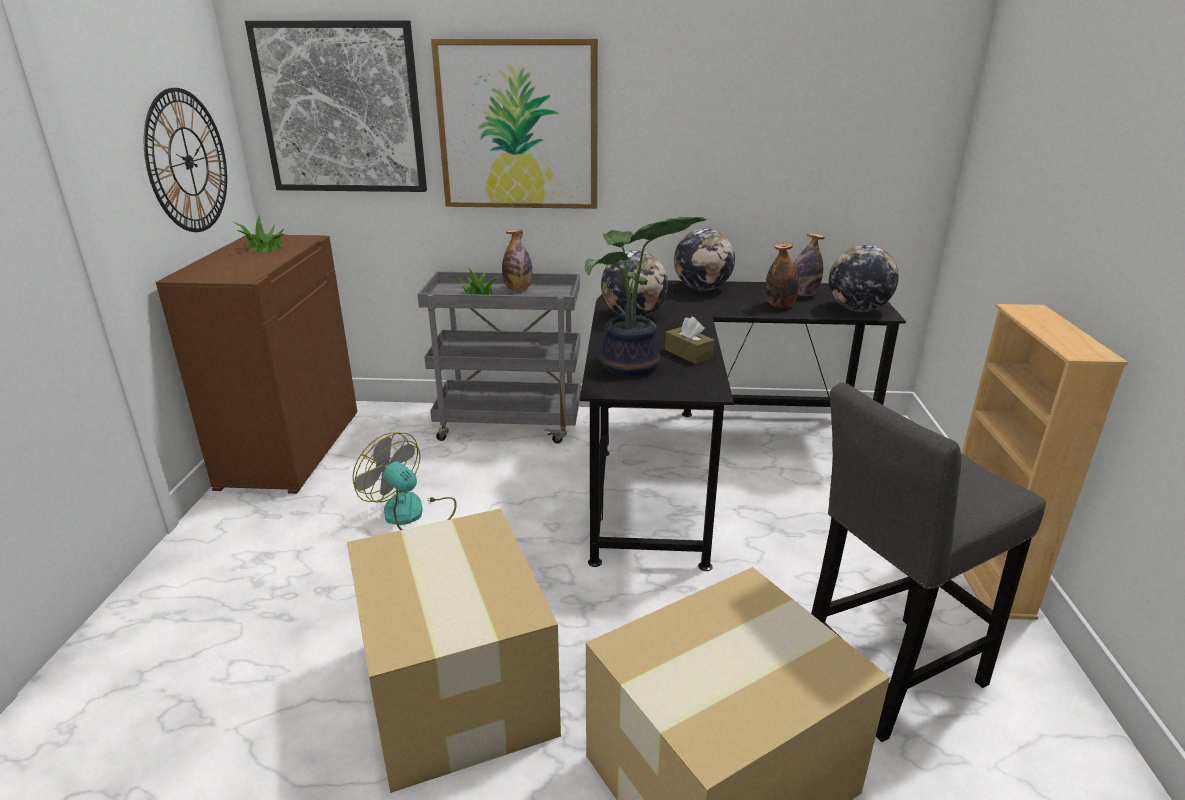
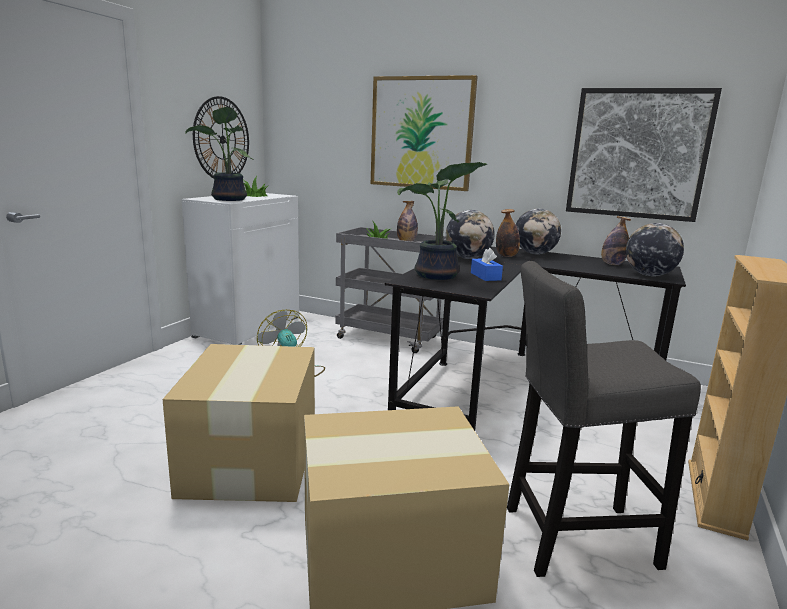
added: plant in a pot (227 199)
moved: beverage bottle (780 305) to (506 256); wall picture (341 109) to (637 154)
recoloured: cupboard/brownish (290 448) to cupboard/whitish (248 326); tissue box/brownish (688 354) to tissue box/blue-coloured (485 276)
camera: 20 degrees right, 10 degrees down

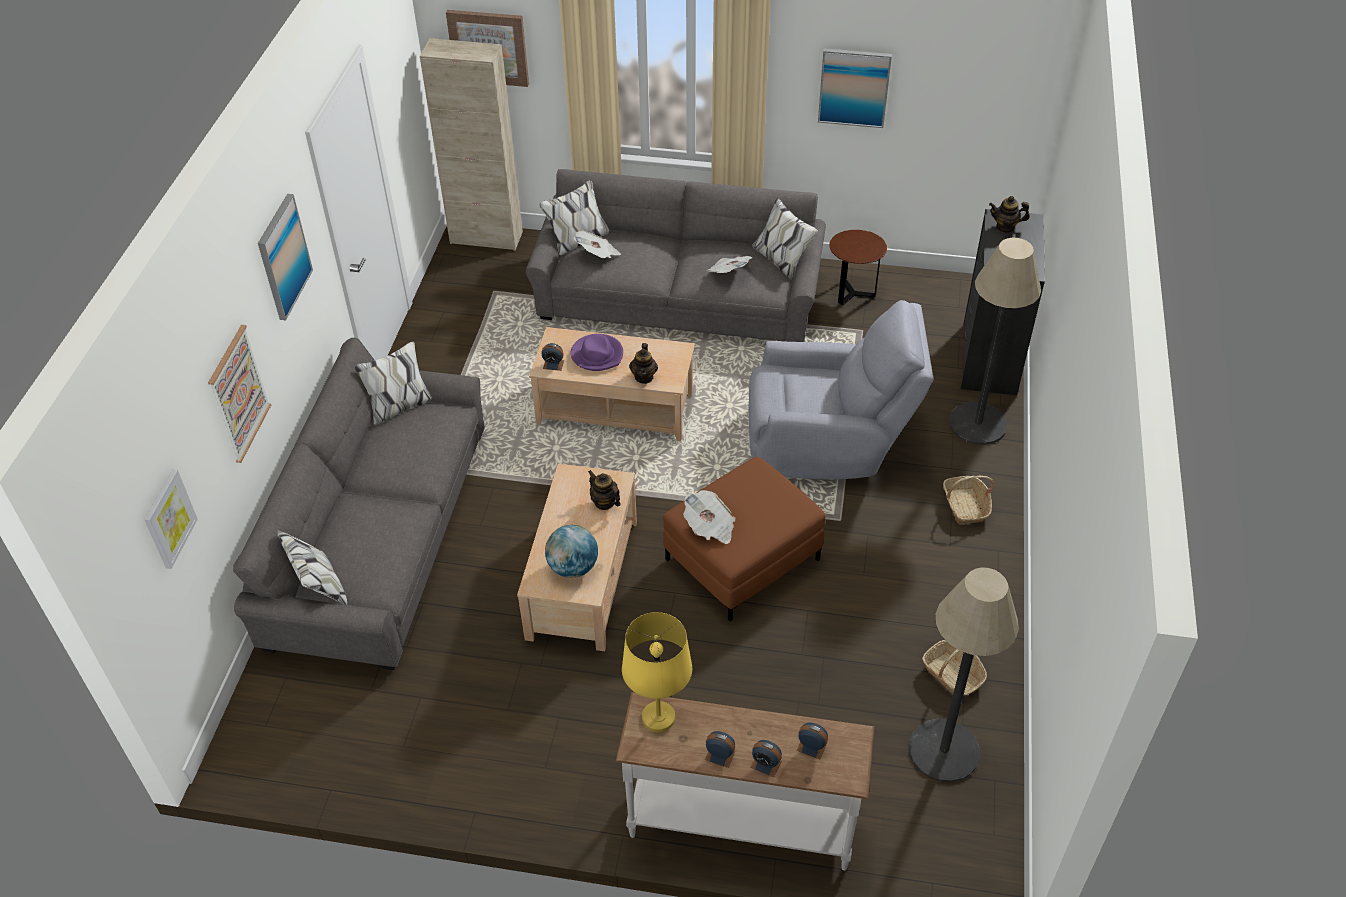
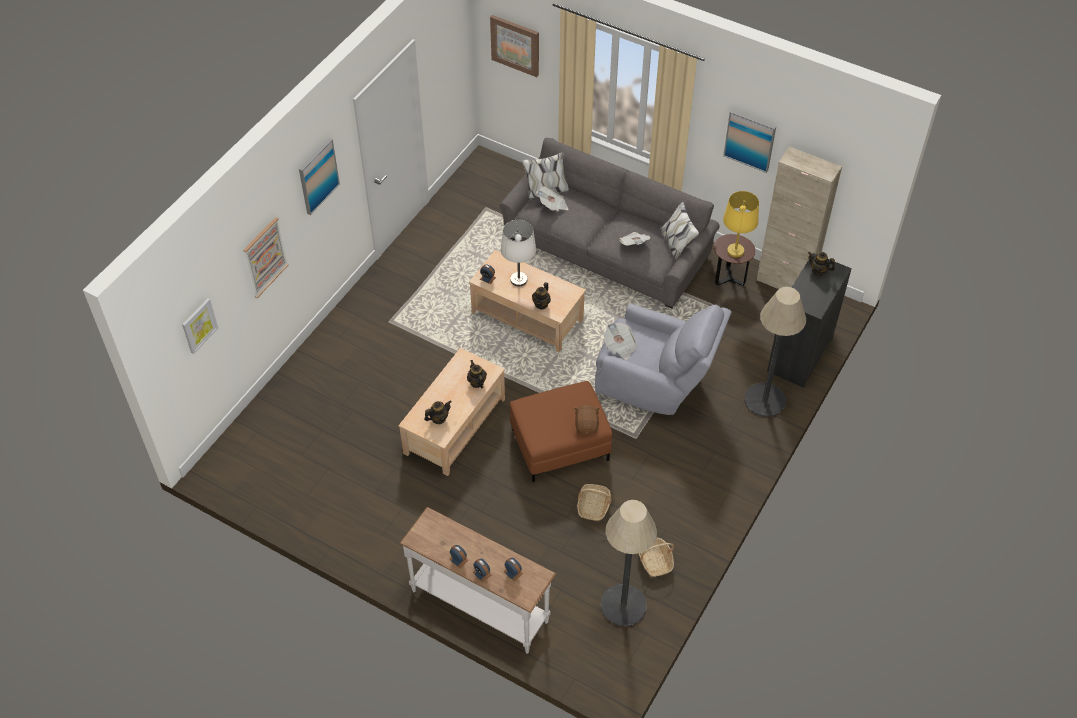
removed: settee/greyish (379 536)
added: cuddly toy/brownish (587 425)
moved: household basket (965 506) to (593 506); printed paper (710 527) to (619 346); lamp for a table/yellow (658 718) to (735 251); cupboard/sand-coloured (486 238) to (784 282)
replaced: globe (573 567) to pot for tea (438 418); wearable hat/purple (597 355) to lamp for a table/whitish (518 279)
camera: 20 degrees right, 5 degrees up

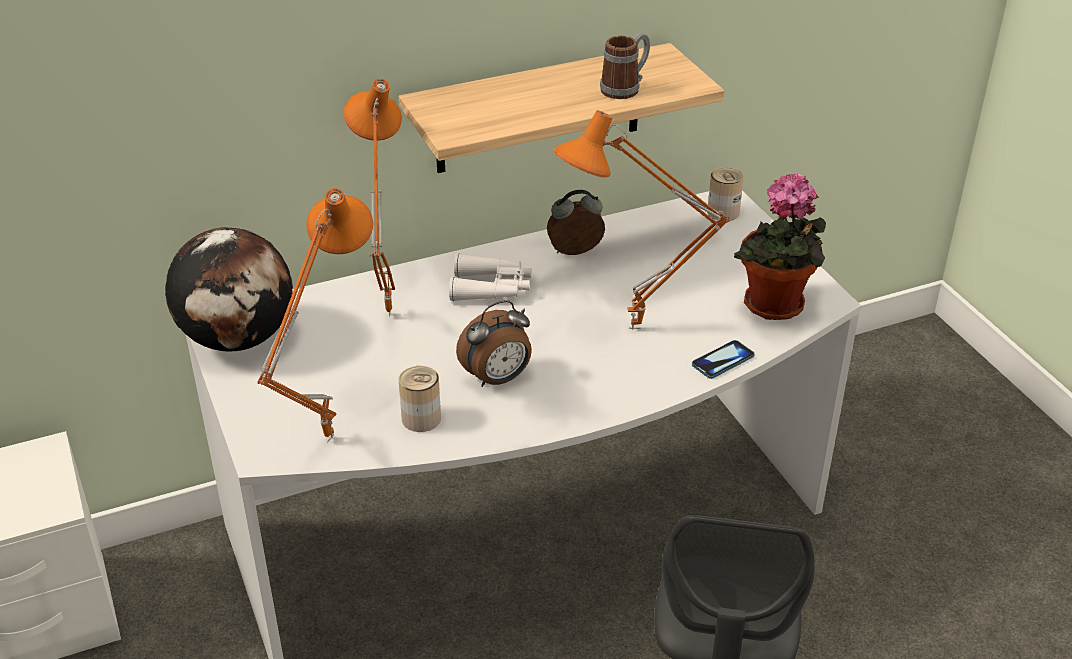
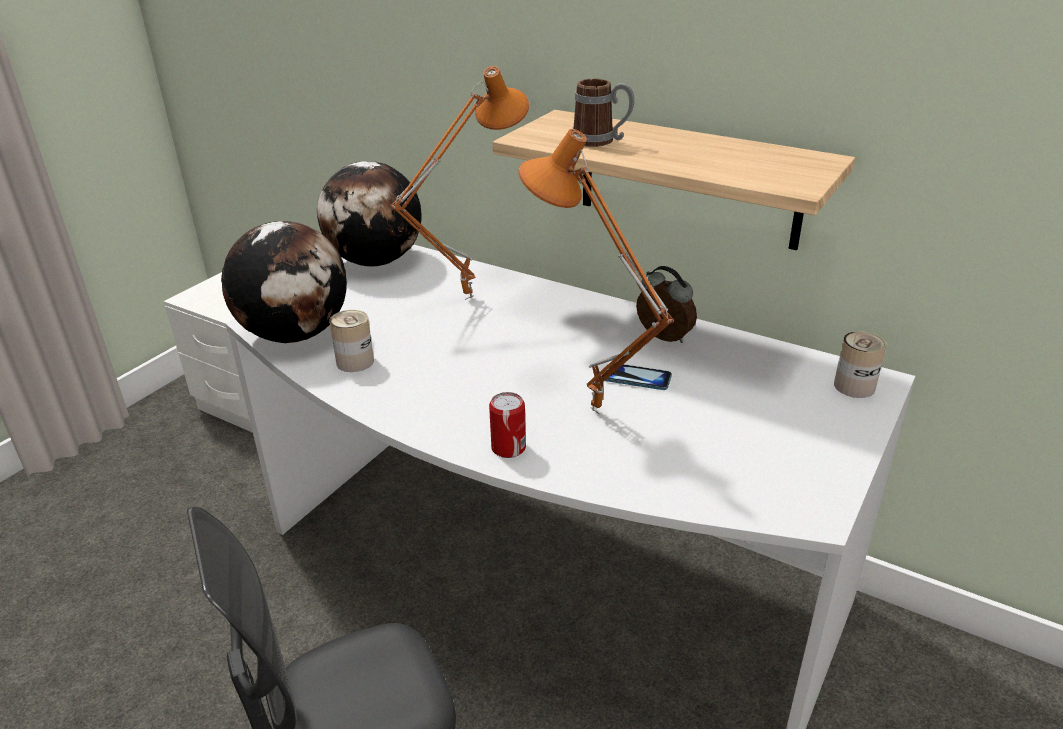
removed: field glasses/whitish (491 288); alarm clock (498 379); plant in a pot (774 308)
added: sealed can (508 448)
moved: mug (625 88) to (601 141); telephone (722 361) to (637 378)
replaced: lamp for a table/orange-coloured (326 437) to globe (296 334)
camera: 55 degrees right, 5 degrees down

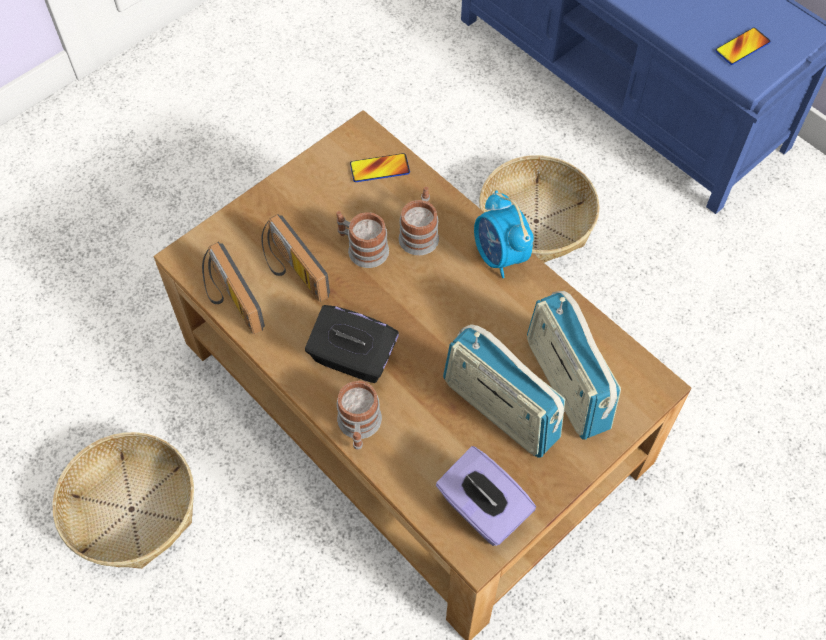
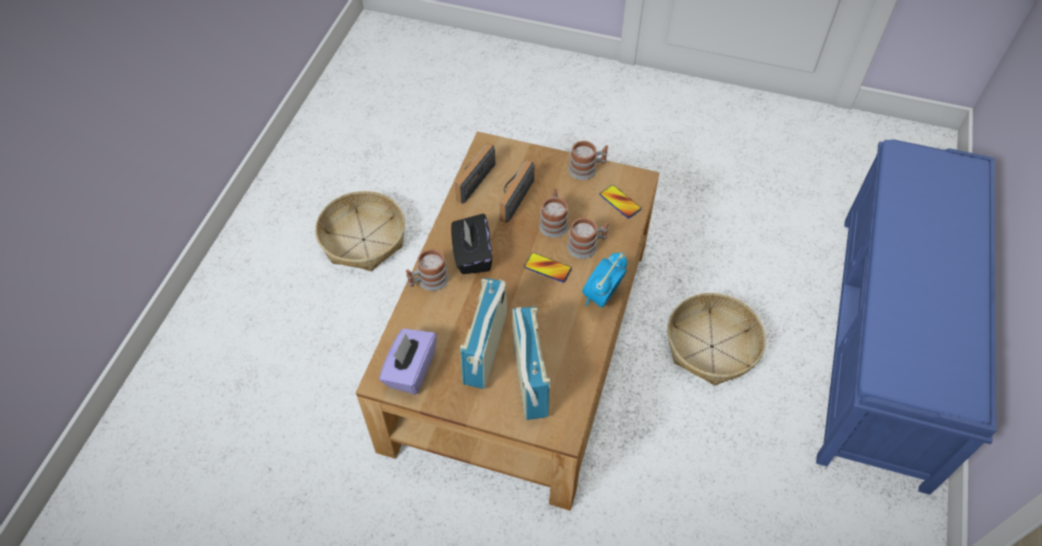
added: mug (587 169)
moved: telephone (742 47) to (547 268)
turned: radio set (566 384) = (529 378) 135 degrees clockwise
camera: 60 degrees right, 5 degrees down

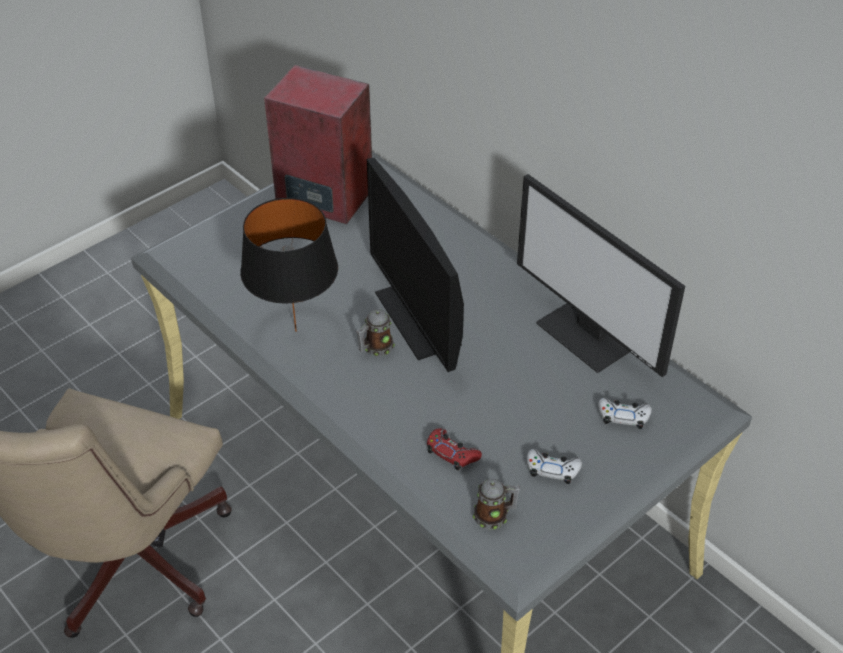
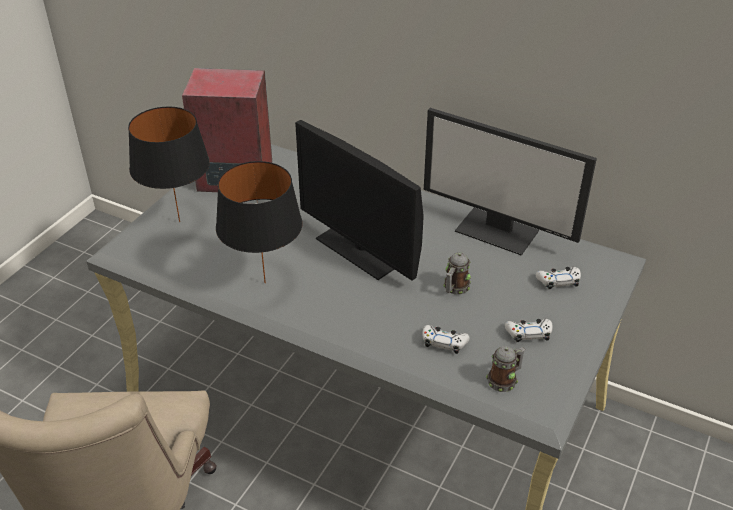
added: lamp for a table/black-coloured (179 222)
moved: mug (375 348) to (455 288)
recoloured: joypad/red (452 453) to joypad/whitish (444 342)
camera: 20 degrees left, 5 degrees down

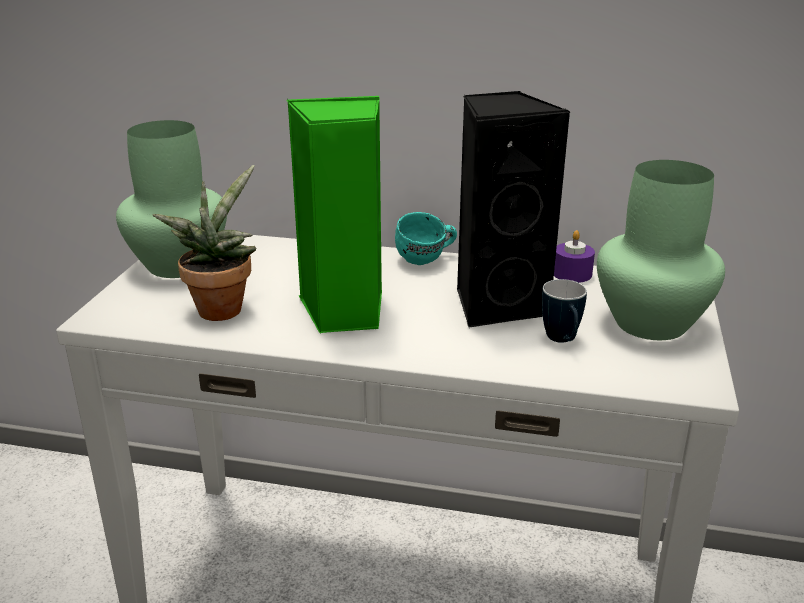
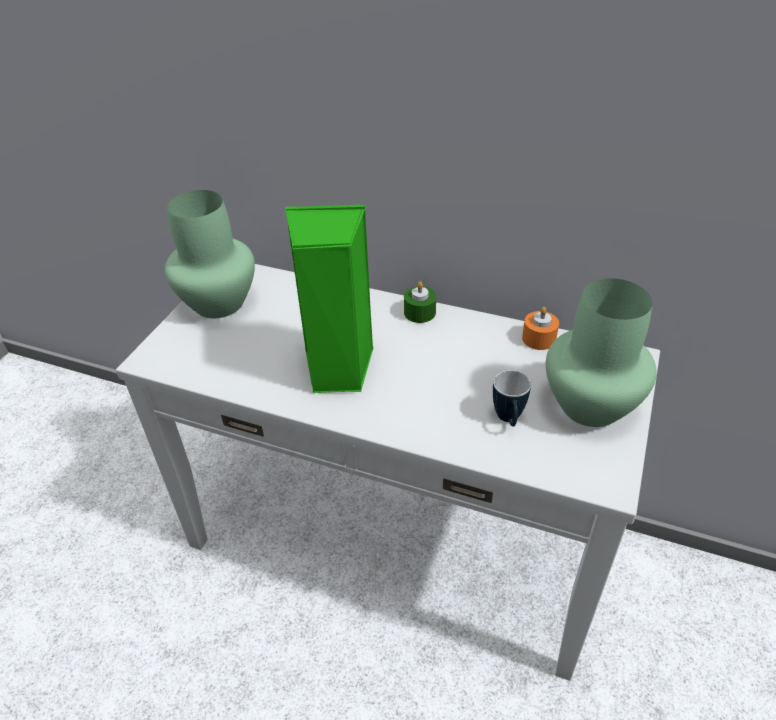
removed: plant in a pot (220 307); speaker/black-coloured (497 305)
replaced: mug/blue-green (427 260) to wax candle/green (419 312)
recoloured: wax candle/purple (572 274) to wax candle/orange-coloured (539 338)
camera: 10 degrees right, 15 degrees up

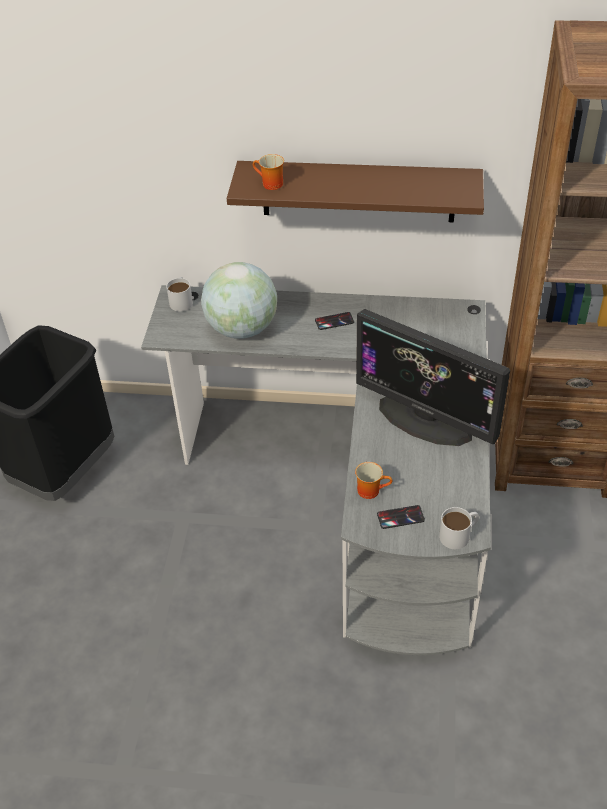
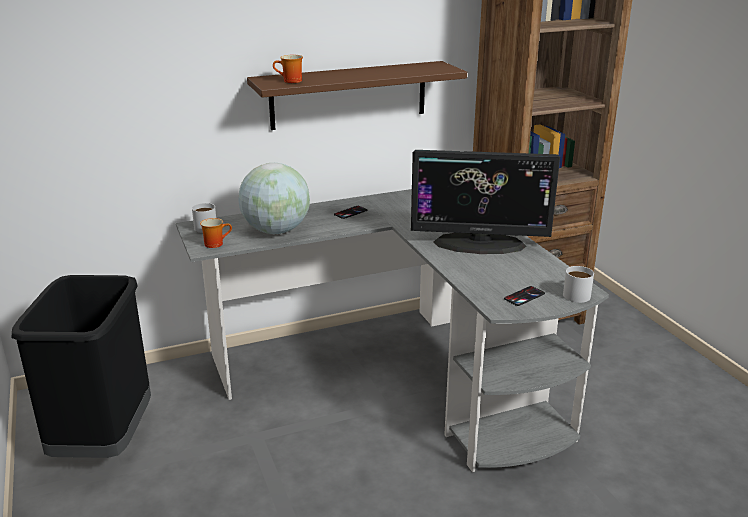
moved: mug (371 489) to (215 243)
camera: 30 degrees left, 20 degrees down

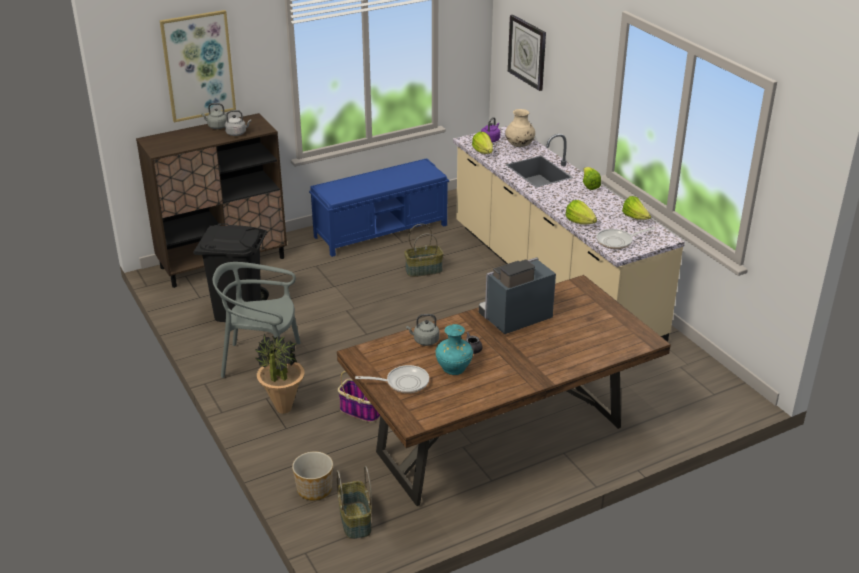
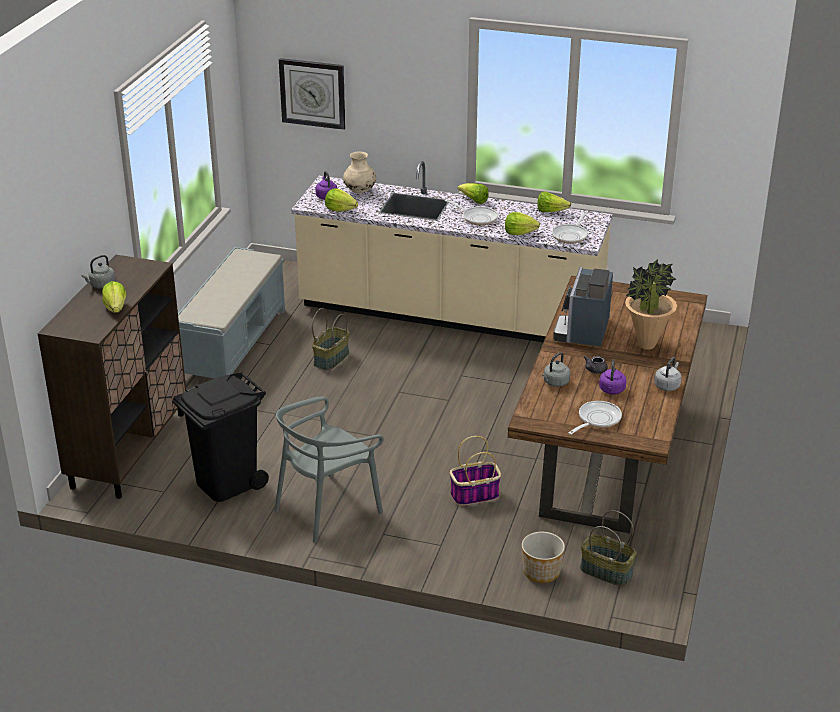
removed: wall picture (198 66)
added: lettuce head (116 308); pan (477 218)
moved: plant in a pot (283 408) to (646 345); water kettle/greyish (237 133) to (667 385)
replaced: vase/blue-green (454 369) to water kettle/purple (611 390)
recoloured: bench/blue-coloured (381 231) to bench/greyish (234 344)
camera: 45 degrees left, 0 degrees up

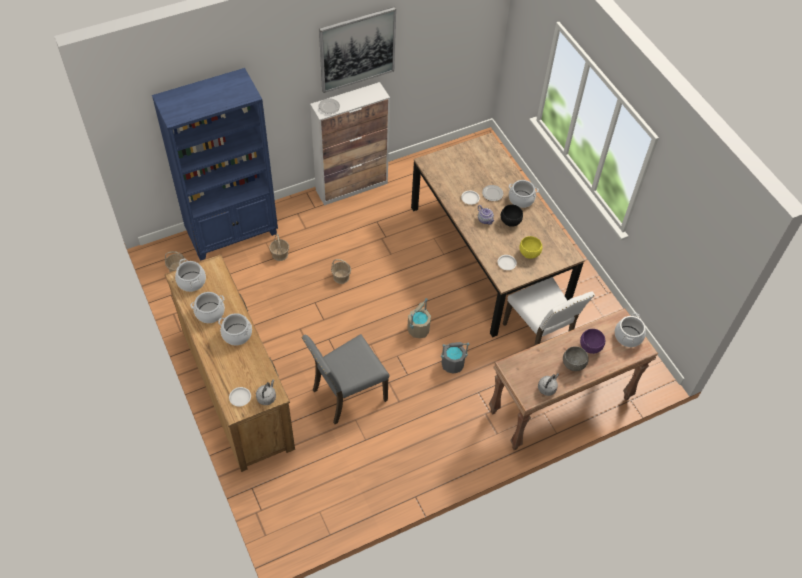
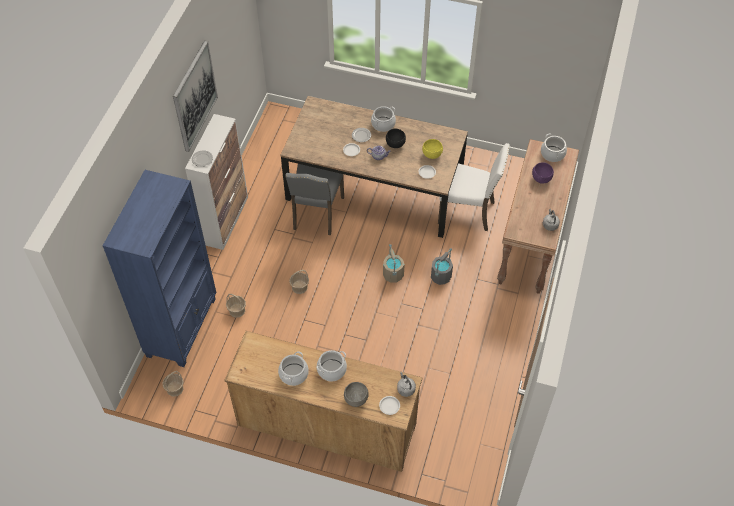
removed: cooking pot (191 281)
moved: chair/greyish (347 394) to (316 214); bowl/greyish (573 364) to (356 399)
camera: 45 degrees left, 0 degrees up

